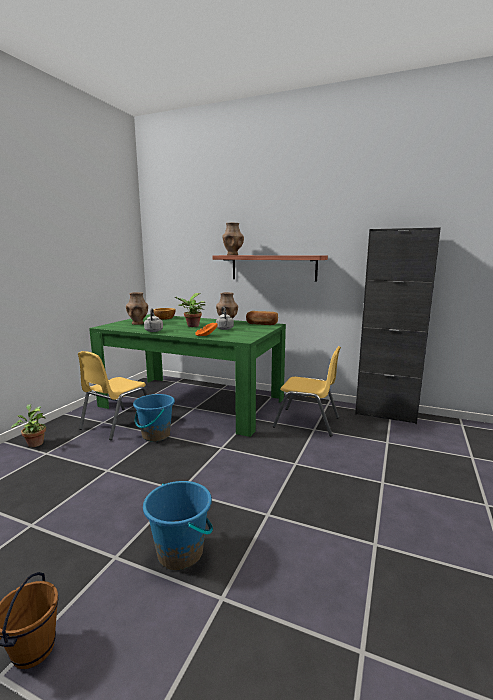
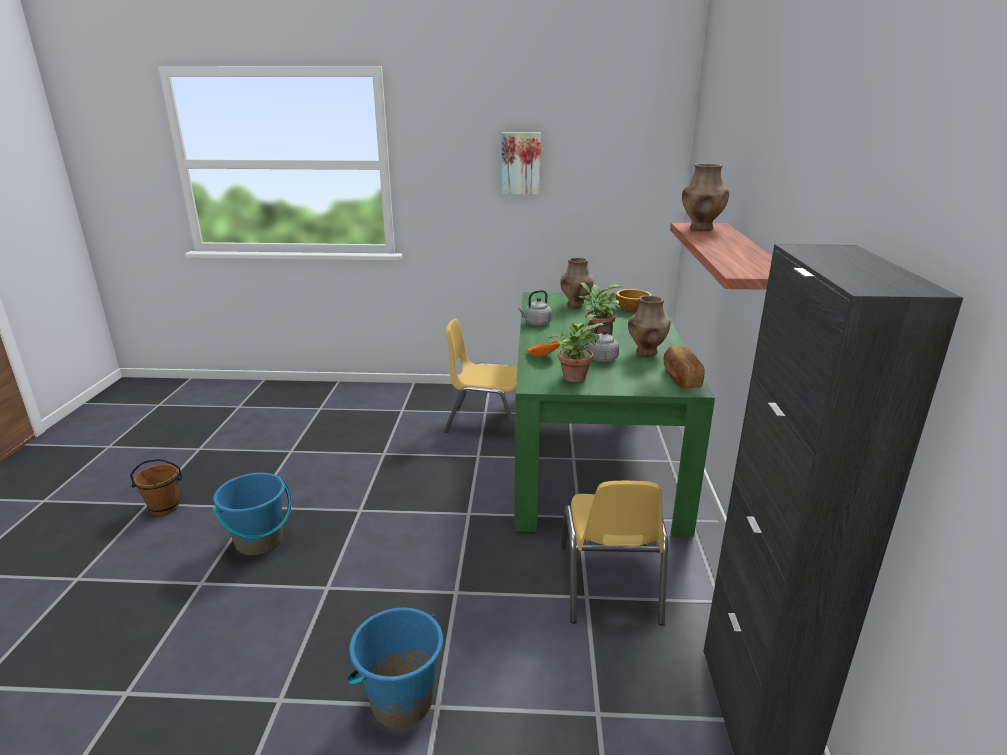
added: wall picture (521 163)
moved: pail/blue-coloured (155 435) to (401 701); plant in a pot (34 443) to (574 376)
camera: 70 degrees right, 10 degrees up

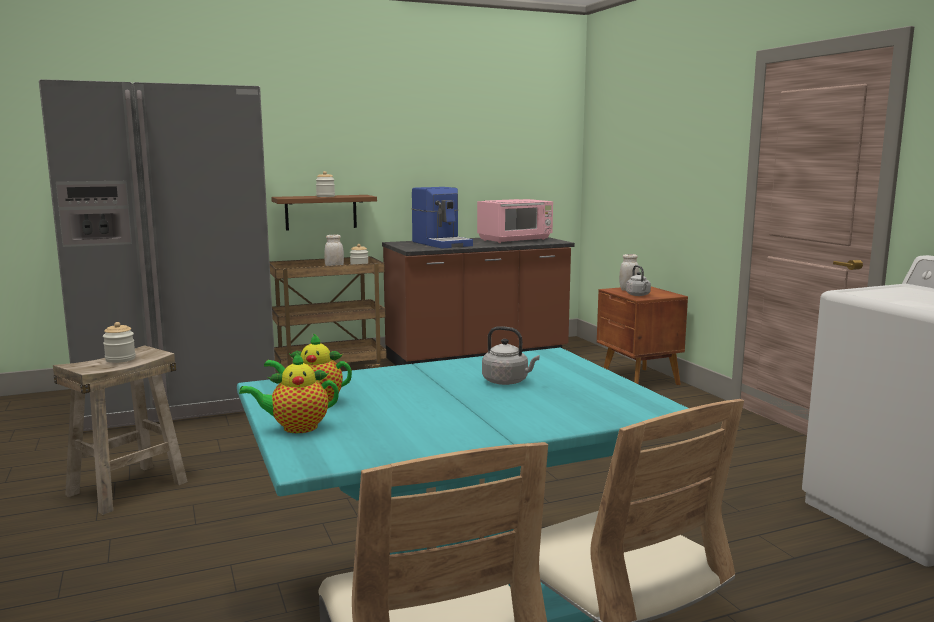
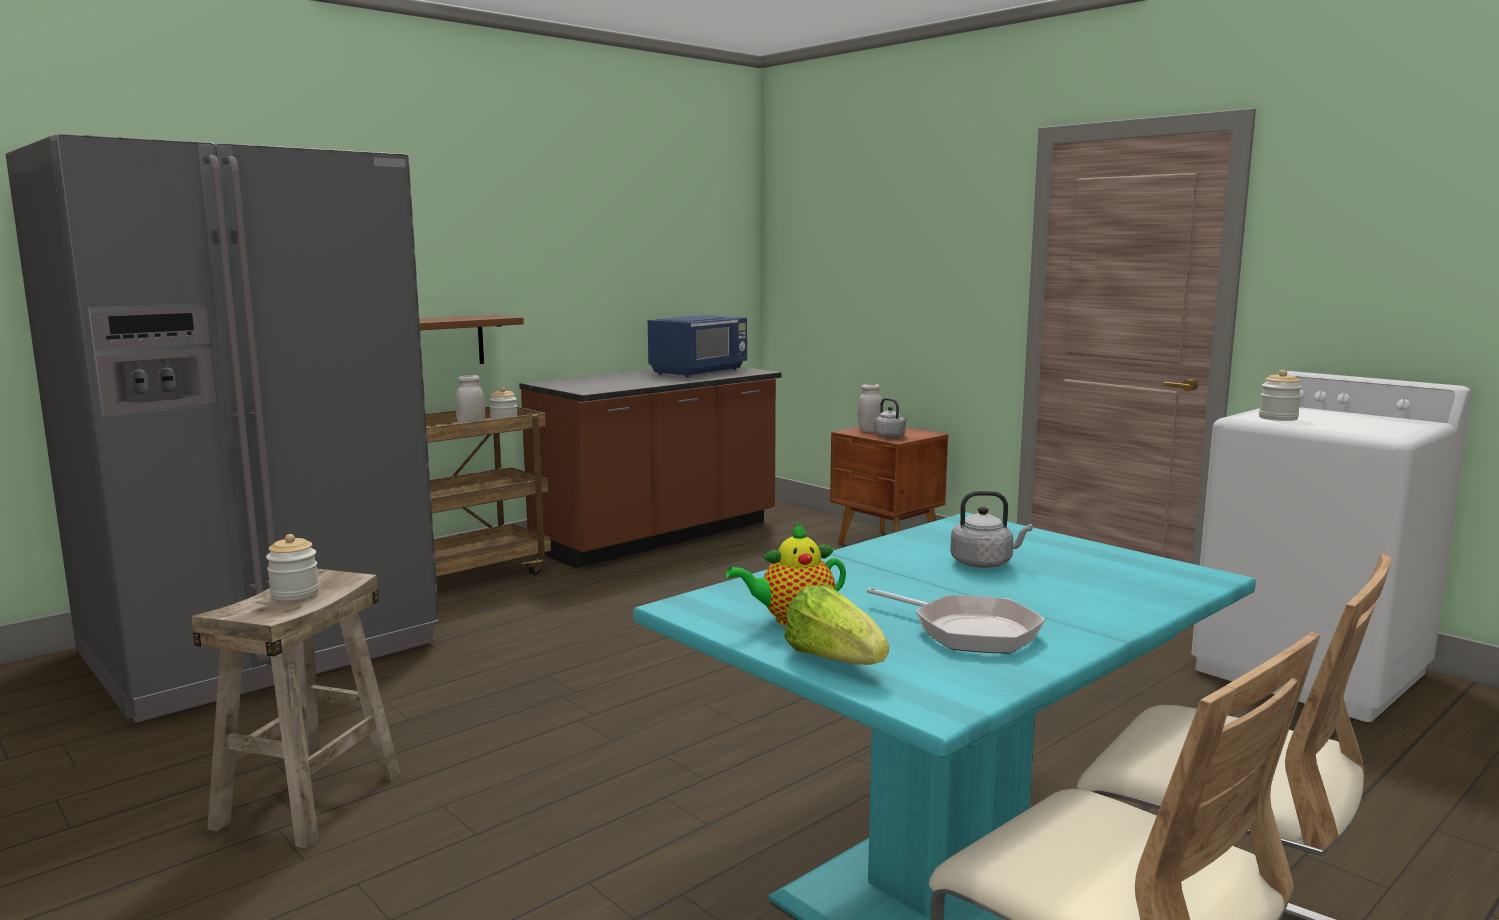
removed: coffee machine (442 244)
added: pan (968 631)
moved: jar (325 196) to (1278 418)
replaced: pot for tea (296 428) to lettuce head (834 660)
recoloured: microwave/pink-coloured (515 240) to microwave/blue-coloured (700 371)
camera: 20 degrees left, 0 degrees up

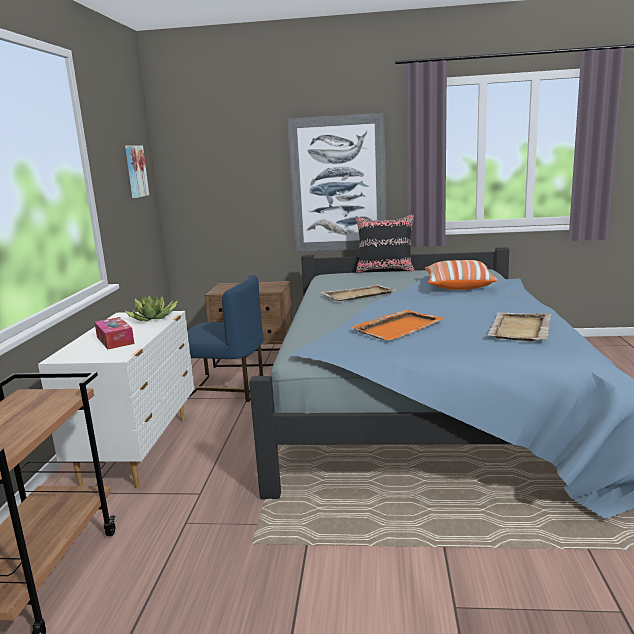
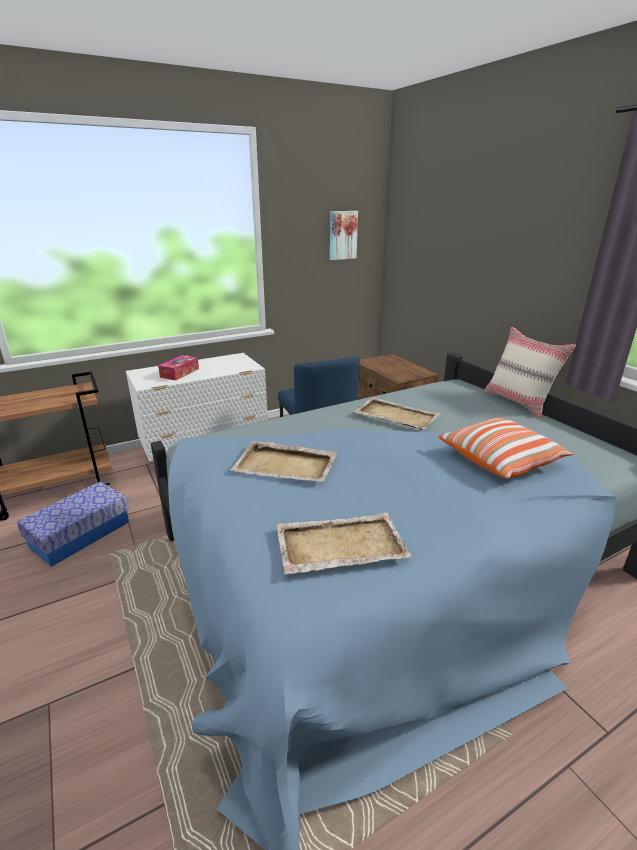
removed: plant in a pot (153 318); wall picture (338 184)
added: storage bin (80 534)
recoloured: serving tray/orange-coloured (399 327) to serving tray/sand-coloured (286 465); pillow/black-coloured (385 270) to pillow/sand-coloured (518 402)
camera: 55 degrees right, 10 degrees up

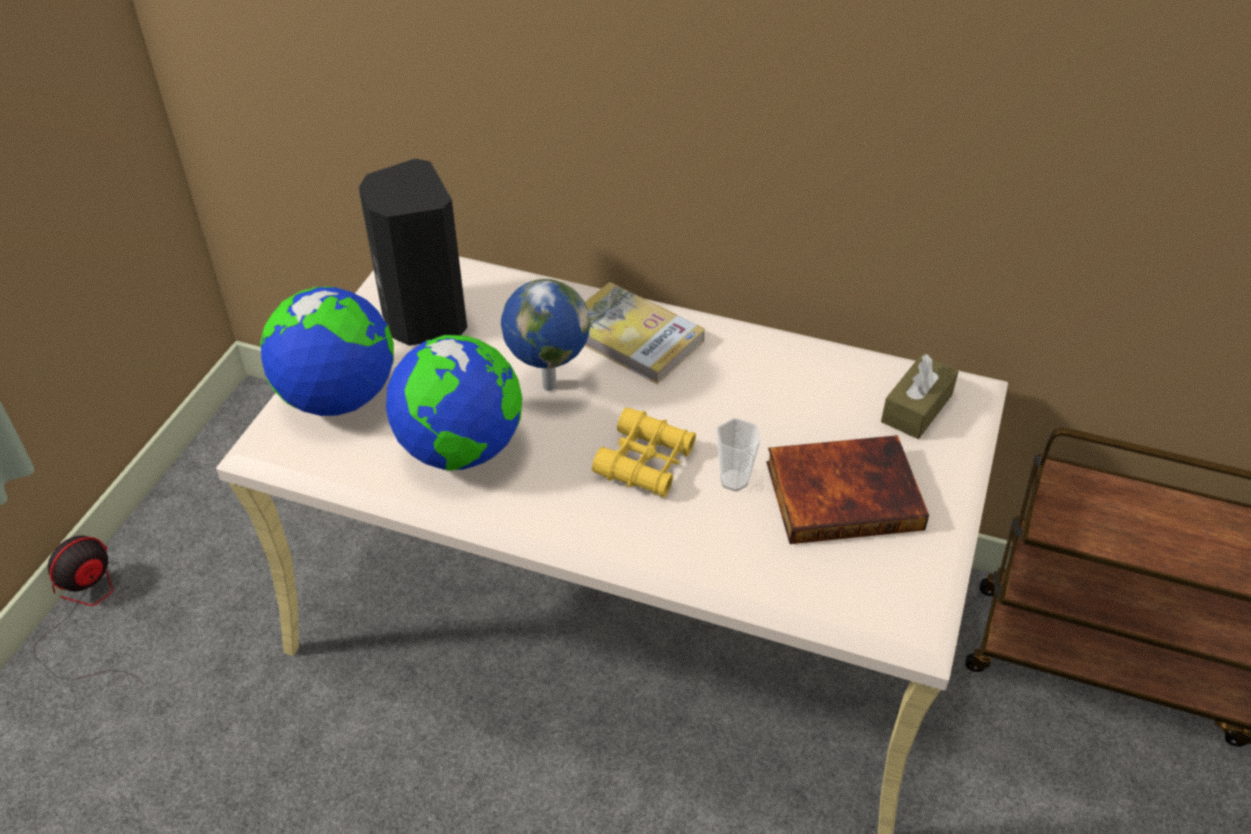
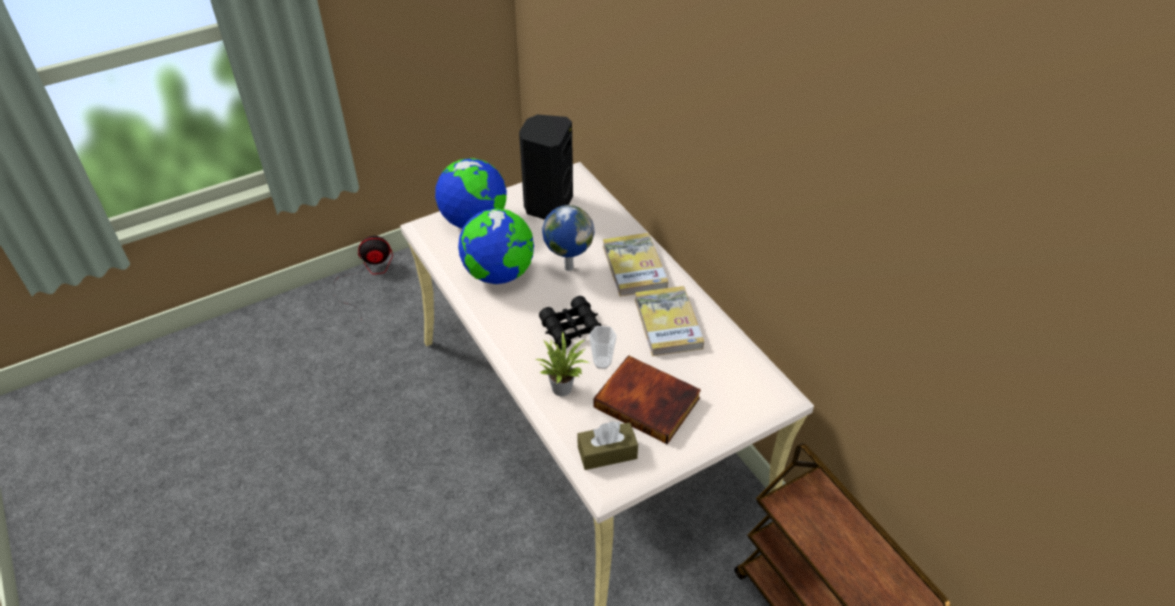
added: plant in a pot (562 386); volume (668 323)
moved: tissue box/brownish (916 408) to (607 453)
recoloured: field glasses/yellow (645 462) to field glasses/black-coloured (571 328)
camera: 40 degrees right, 0 degrees up

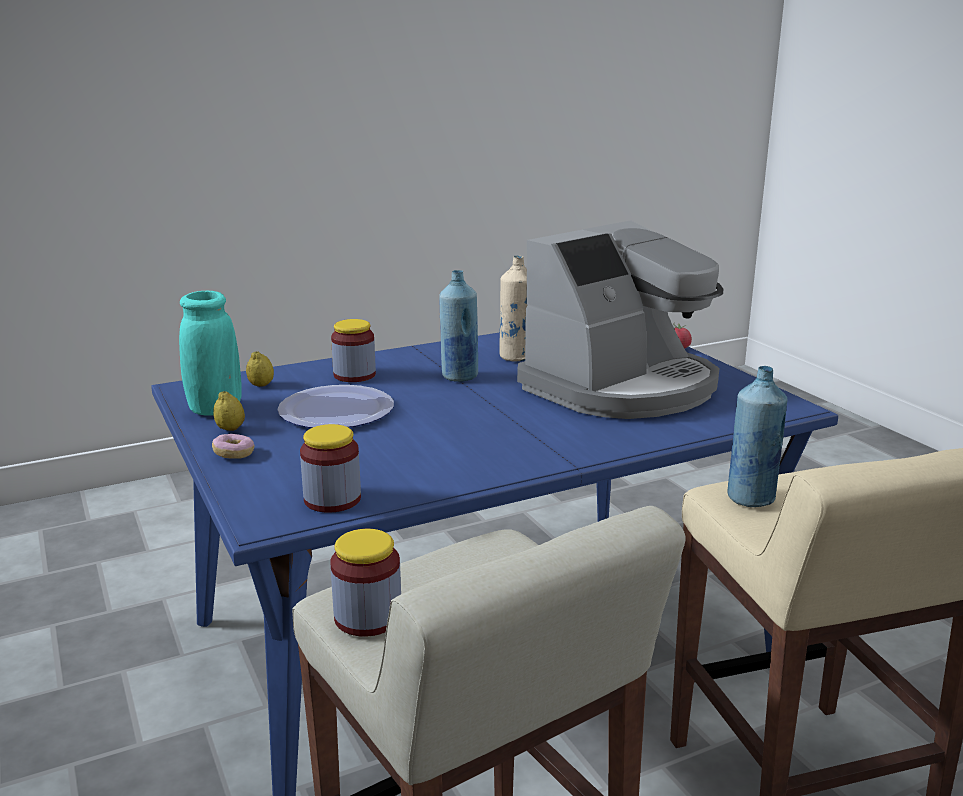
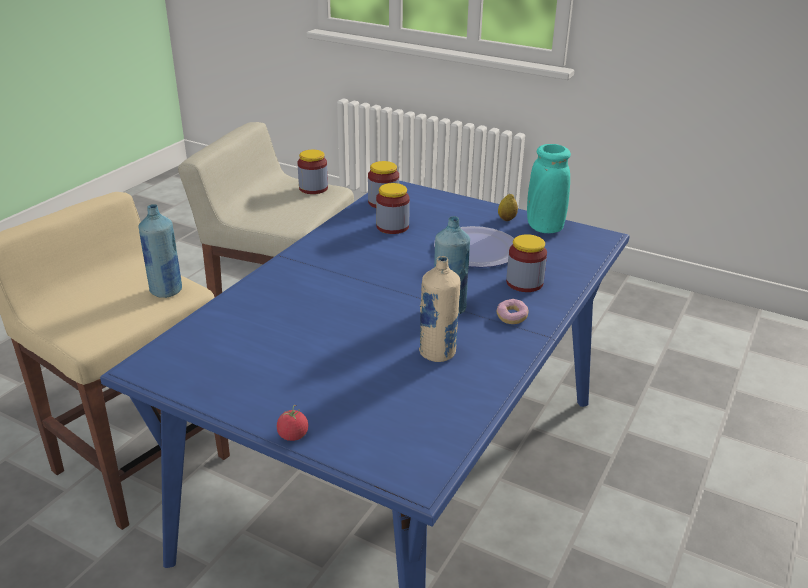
removed: lemon (261 385); coffee machine (622 387)
added: jar (392 226)
moved: donut (234 454) to (511 317)
camera: 145 degrees right, 10 degrees up

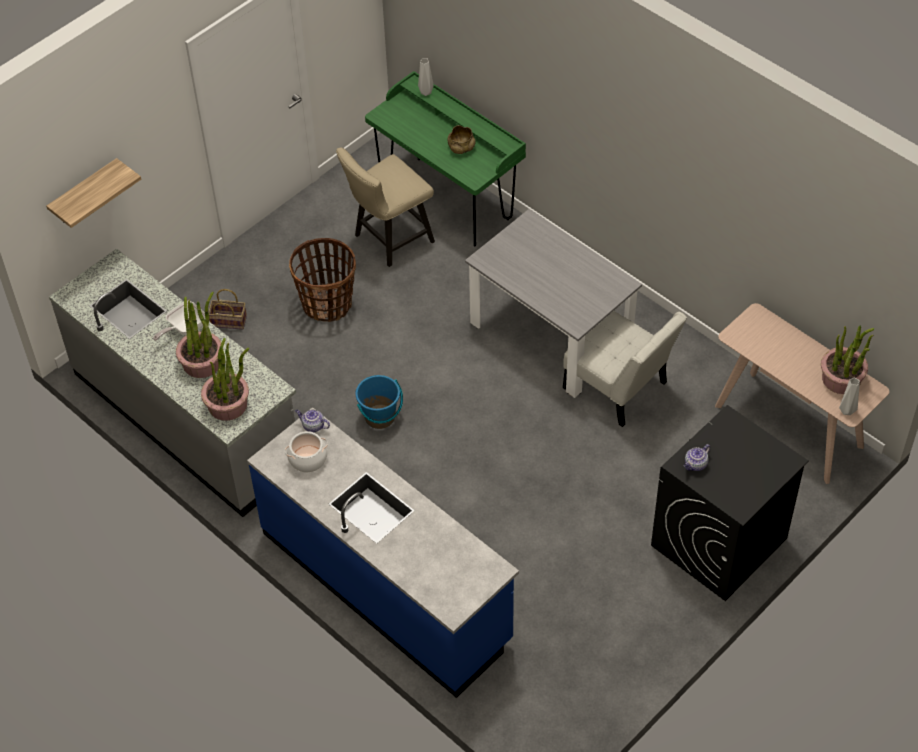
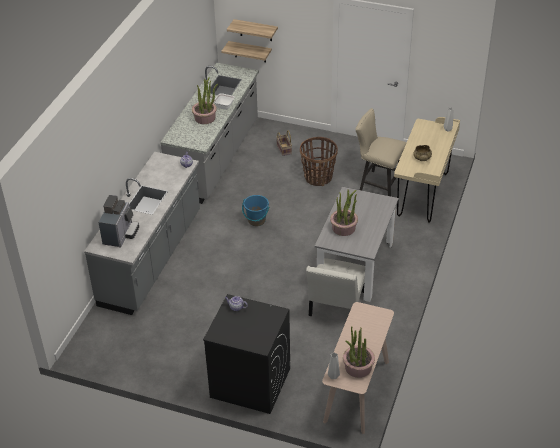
removed: cooking pot (307 459)
added: coffee machine (120 234); wall shelf (250 52)
moved: plant in a pot (228 404) to (344 228)
recoloured: kitchen base unit/blue-coloured (386 586) to kitchen base unit/greyish (152 258); desk/green (447 201) to desk/sand-coloured (423 195)
camera: 65 degrees right, 10 degrees down

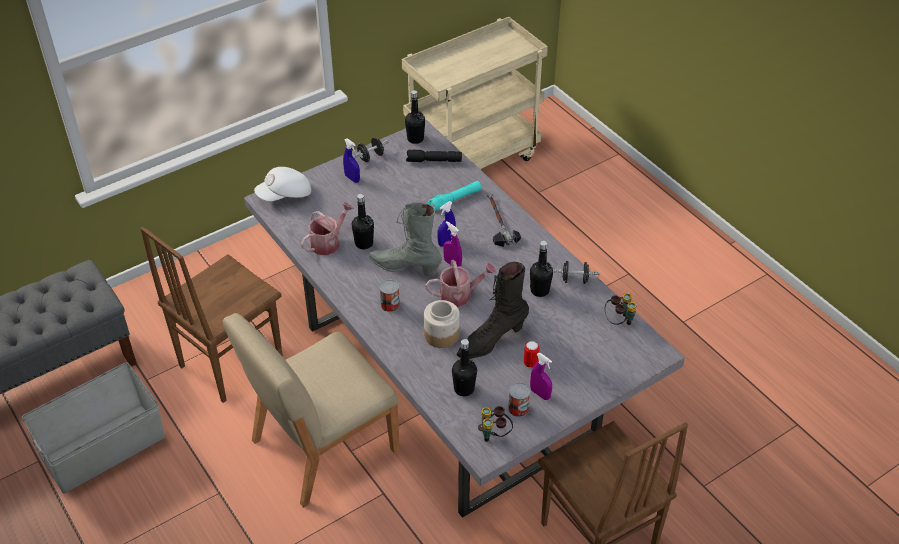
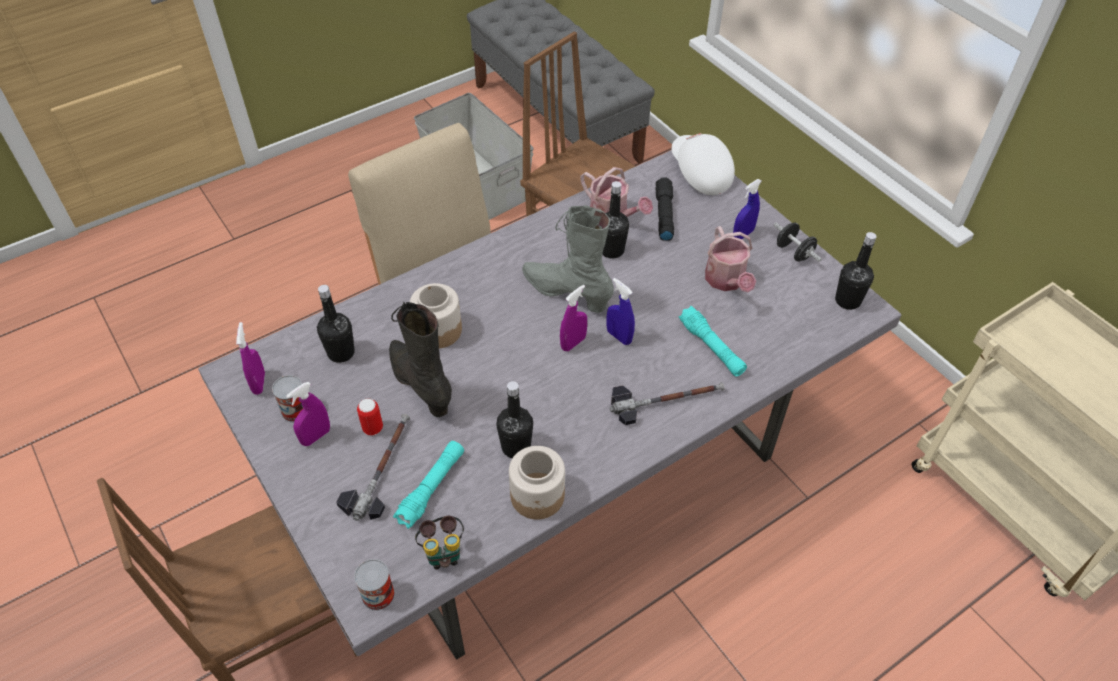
added: hand hammer (381 468); torch/blue-green (431 488)
moved: sealed can (390 305) to (378 595); torch/black-coloured (433 161) to (663 214); sprinkling can (460 295) to (726 281)
replaced: field glasses (495 434) to hand sprayer/purple (259 383); free weight/black-coloured (574 280) to jar (538 496)
turned: high-top boot/greyish (405 267) = (566 292) 75 degrees counterclockwise
camera: 90 degrees right, 5 degrees up

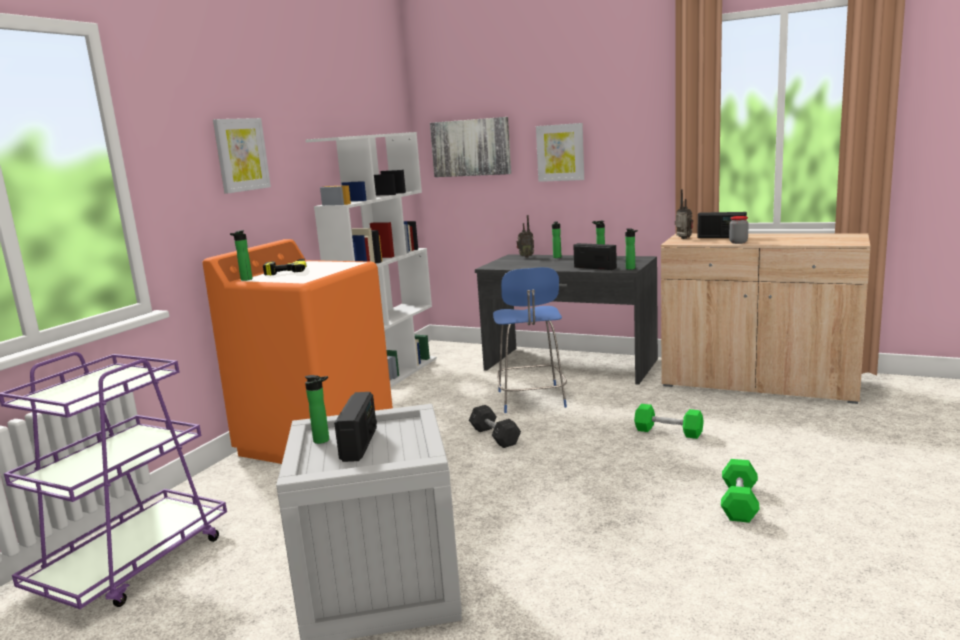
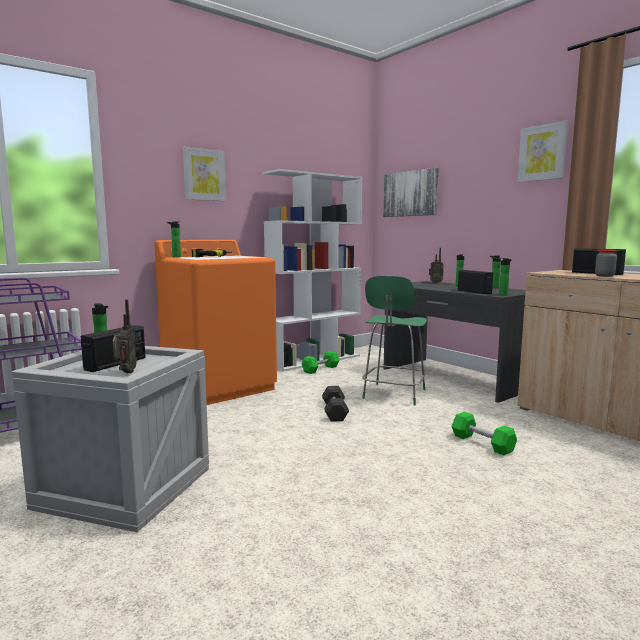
moved: radio set (683 239) to (125 373); free weight/green (739 502) to (320 369); wall picture (560 152) to (542 153)
recoloured: chair/blue-coloured (531 400) to chair/green (393 395)
camera: 25 degrees right, 5 degrees down

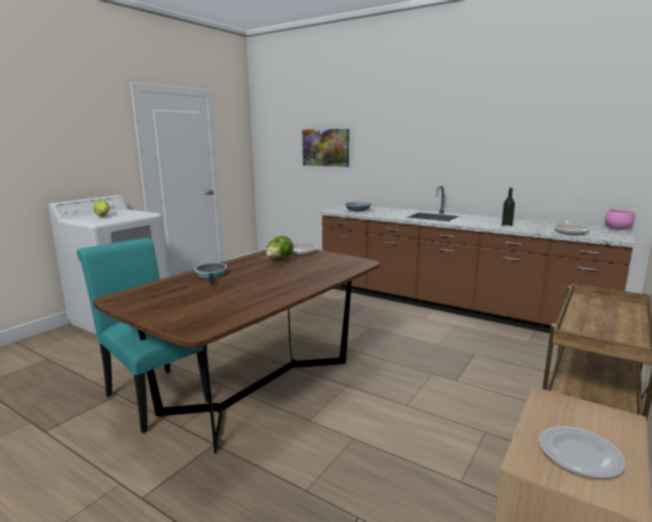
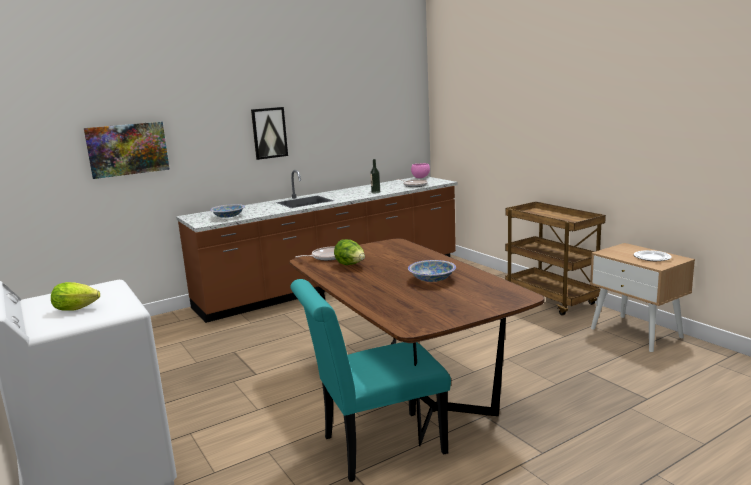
removed: pan (211 275)
added: wall picture (269 133); bowl (432 279)
camera: 65 degrees left, 0 degrees up

